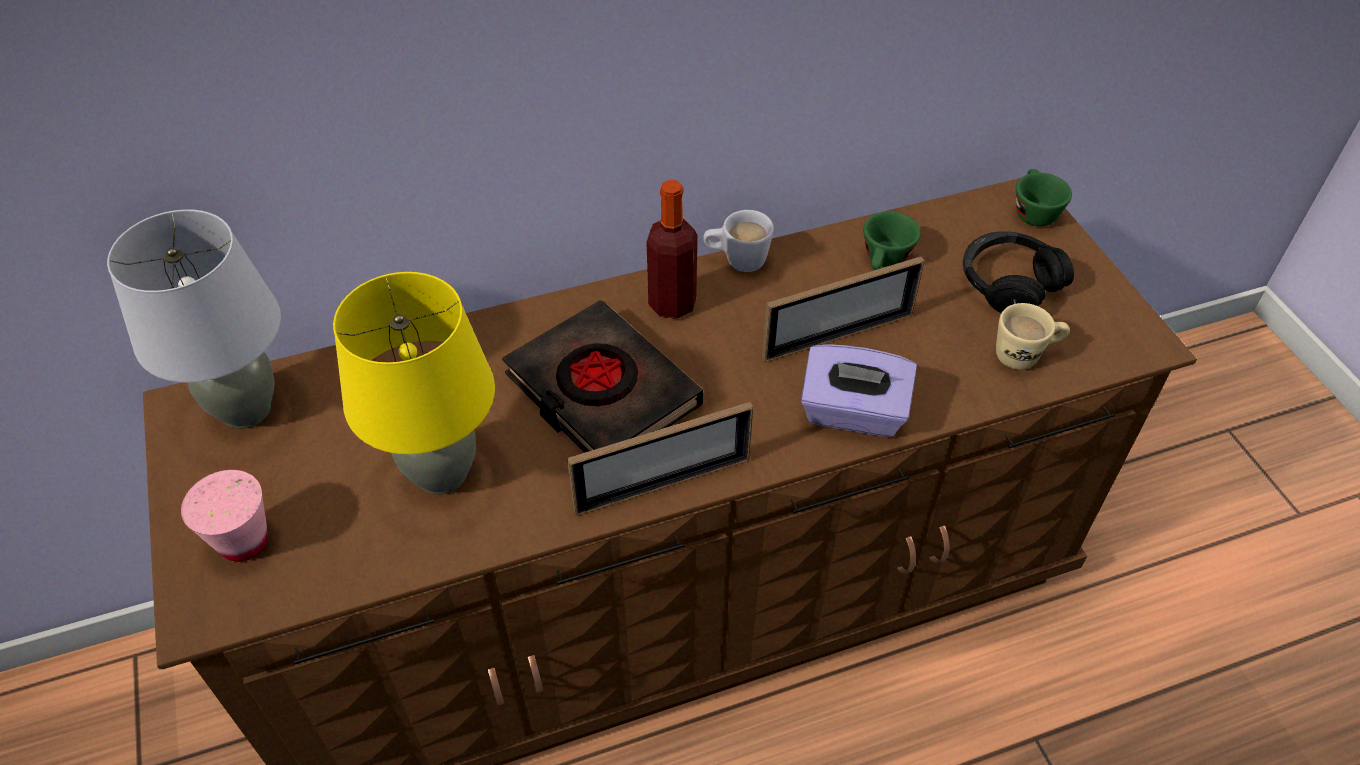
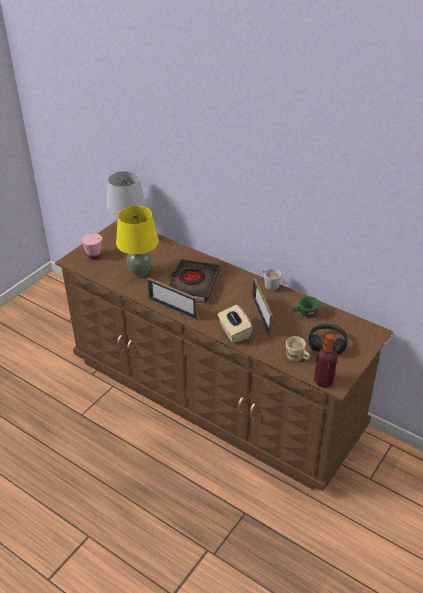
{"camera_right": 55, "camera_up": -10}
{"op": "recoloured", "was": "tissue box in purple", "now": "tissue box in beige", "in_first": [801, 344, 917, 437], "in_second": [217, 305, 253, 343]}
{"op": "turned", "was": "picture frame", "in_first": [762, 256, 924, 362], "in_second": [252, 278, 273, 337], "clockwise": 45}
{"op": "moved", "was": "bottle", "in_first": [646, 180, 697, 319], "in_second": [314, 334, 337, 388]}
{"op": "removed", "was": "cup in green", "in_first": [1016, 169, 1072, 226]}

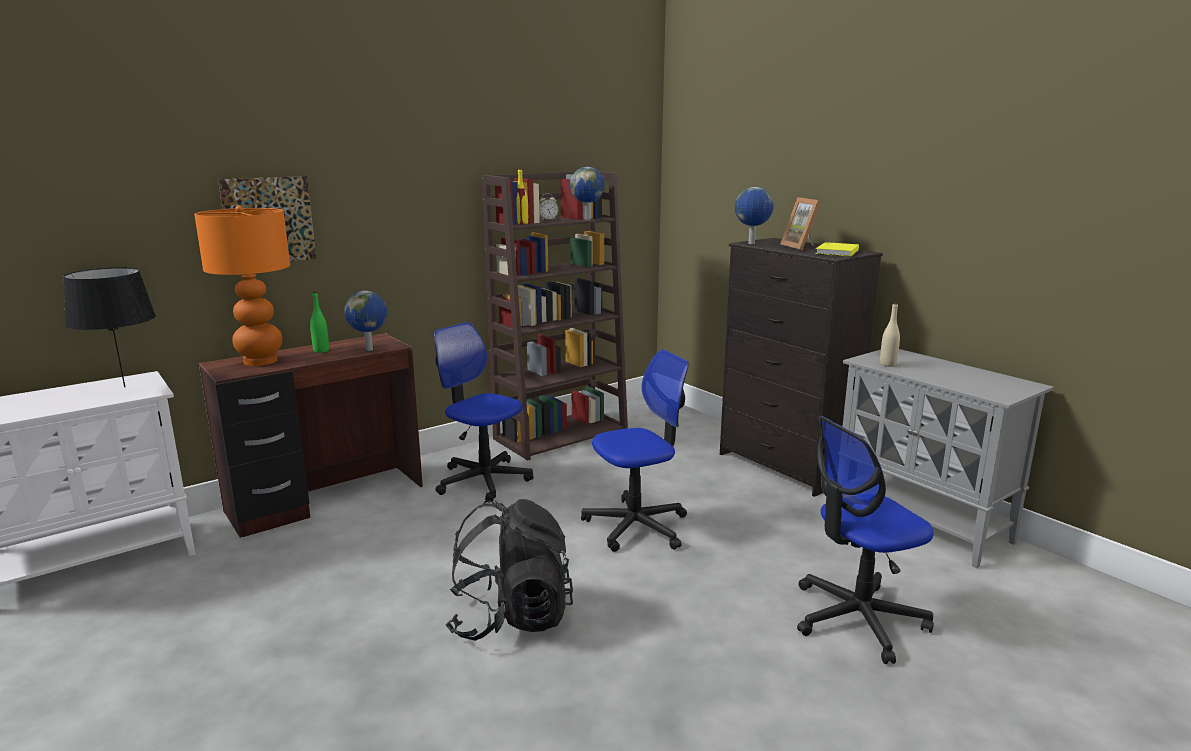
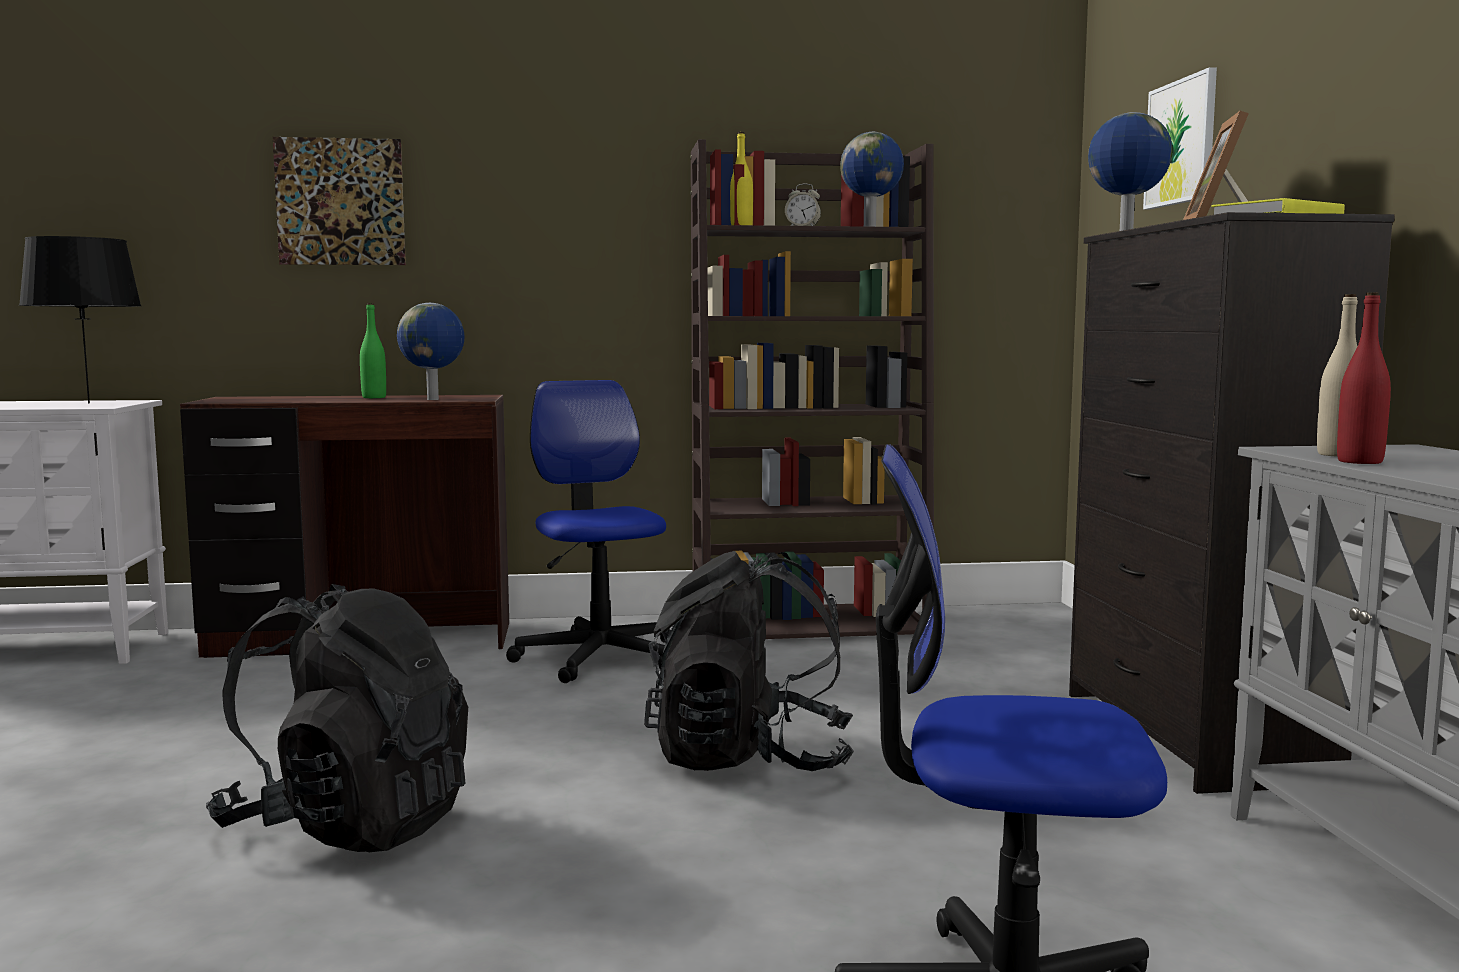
{"camera_right": 30, "camera_up": -10}
{"op": "replaced", "was": "office chair", "now": "backpack in black", "in_first": [581, 349, 689, 552], "in_second": [644, 551, 854, 771]}
{"op": "added", "now": "picture", "in_second": [1143, 67, 1217, 210]}
{"op": "added", "now": "bottle in red", "in_second": [1337, 292, 1391, 464]}
{"op": "removed", "was": "table lamp in orange", "in_first": [194, 206, 290, 366]}

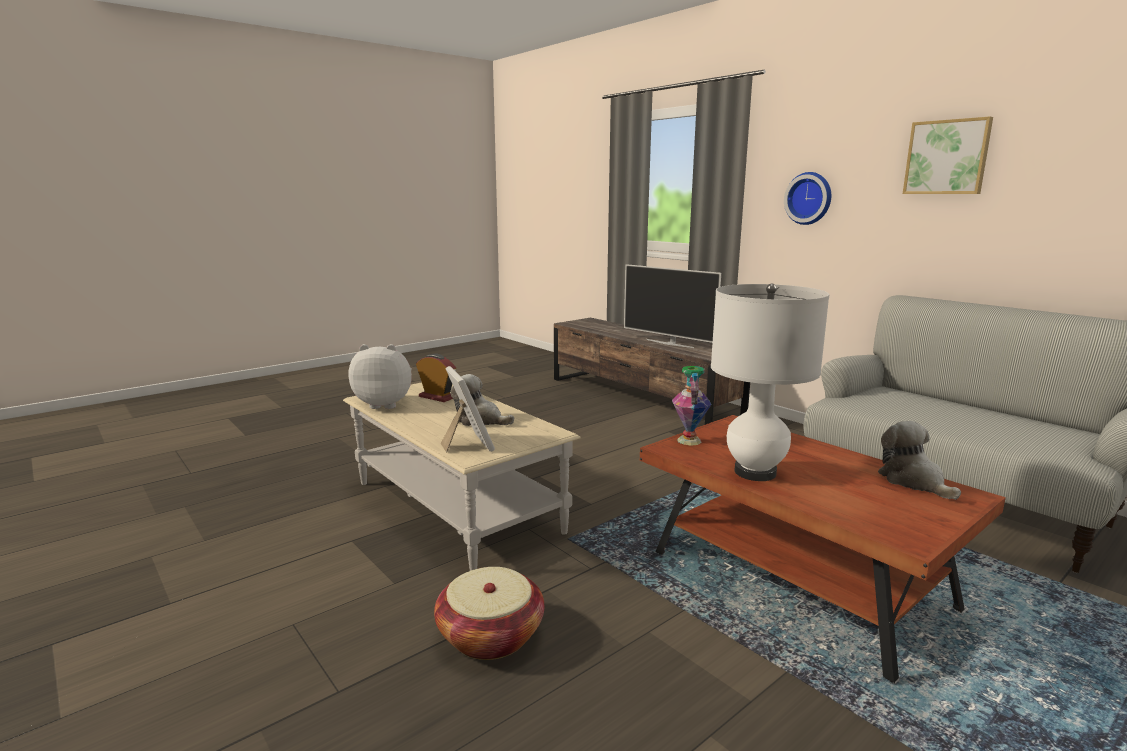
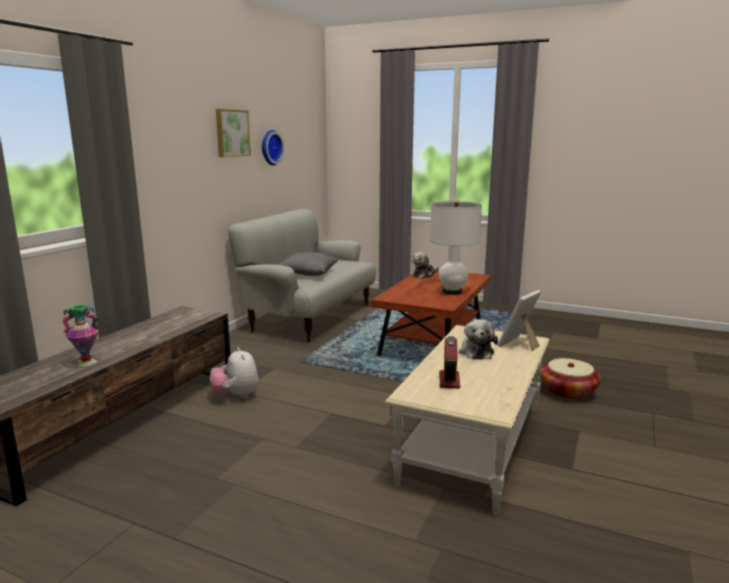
{"camera_right": -115, "camera_up": 0}
{"op": "moved", "was": "vase", "in_first": [672, 366, 711, 446], "in_second": [62, 305, 99, 367]}
{"op": "moved", "was": "plush toy", "in_first": [349, 344, 412, 409], "in_second": [210, 347, 259, 399]}
{"op": "moved", "was": "wall clock", "in_first": [784, 172, 831, 225], "in_second": [262, 130, 284, 166]}
{"op": "added", "now": "pillow in grey", "in_second": [278, 252, 338, 276]}
{"op": "removed", "was": "television", "in_first": [624, 264, 721, 348]}

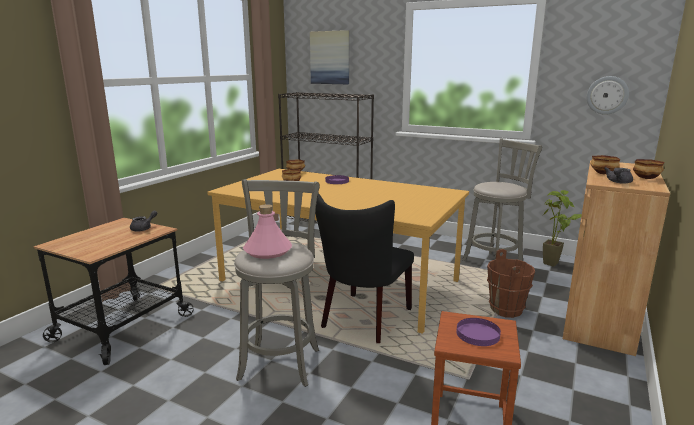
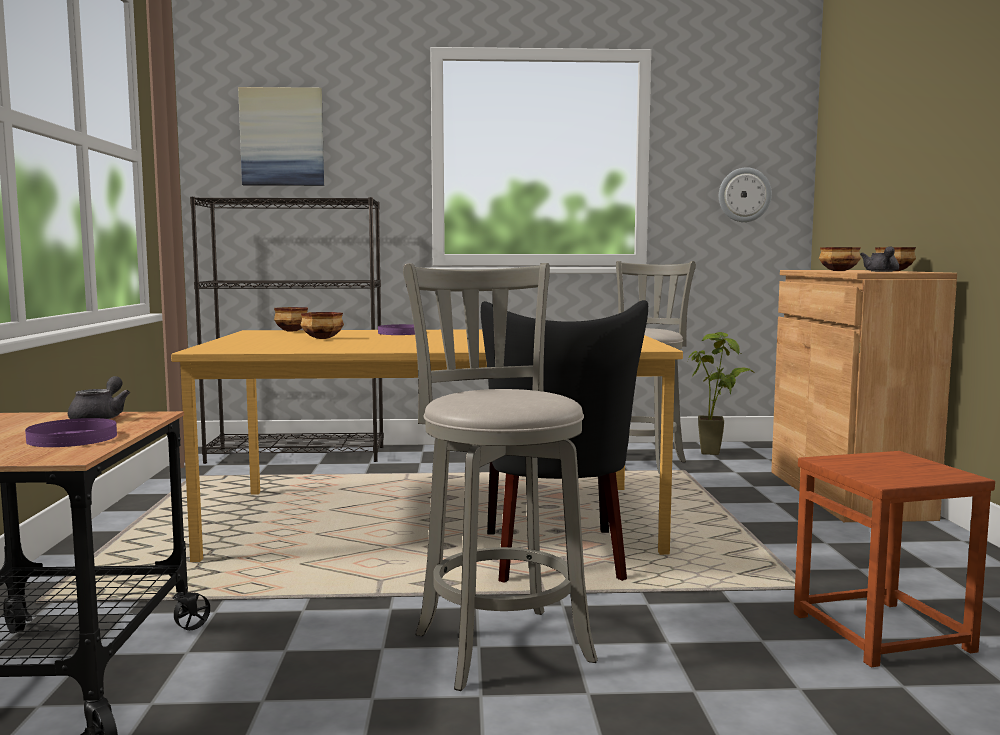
{"camera_right": -30, "camera_up": -10}
{"op": "moved", "was": "plate in purple", "in_first": [456, 318, 501, 346], "in_second": [25, 418, 117, 447]}
{"op": "removed", "was": "bottle in pink", "in_first": [243, 204, 292, 259]}
{"op": "removed", "was": "bucket in brown", "in_first": [487, 249, 535, 318]}

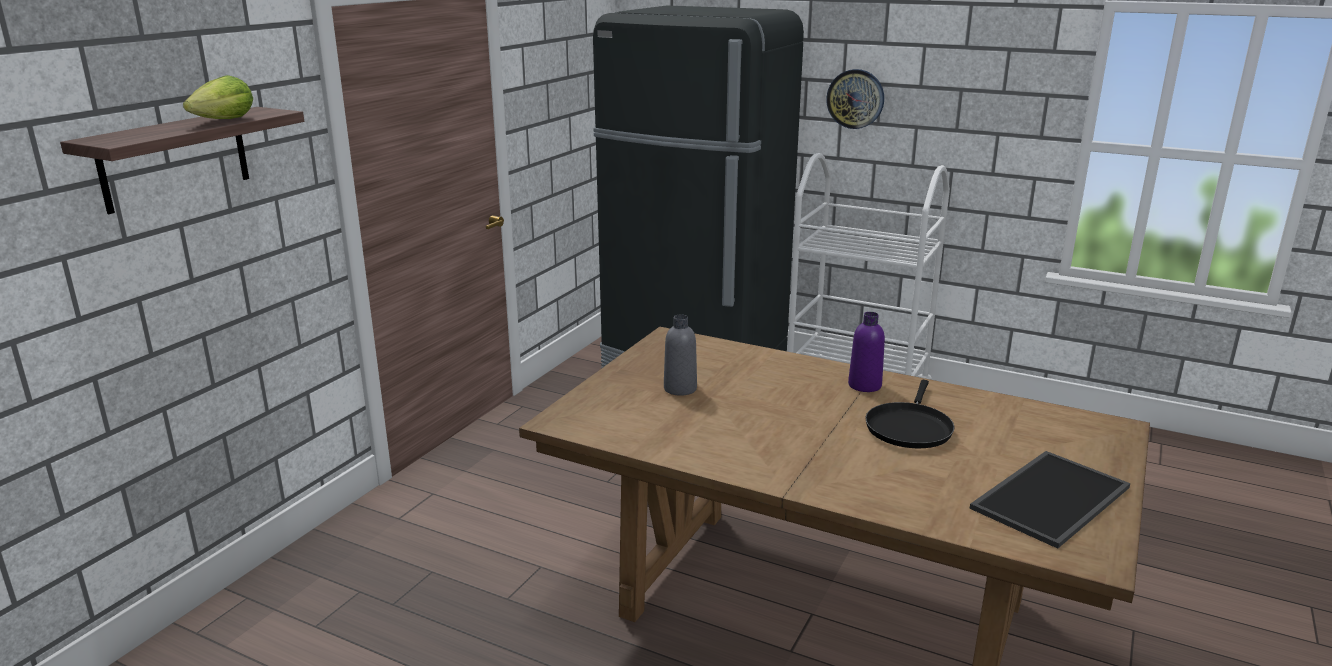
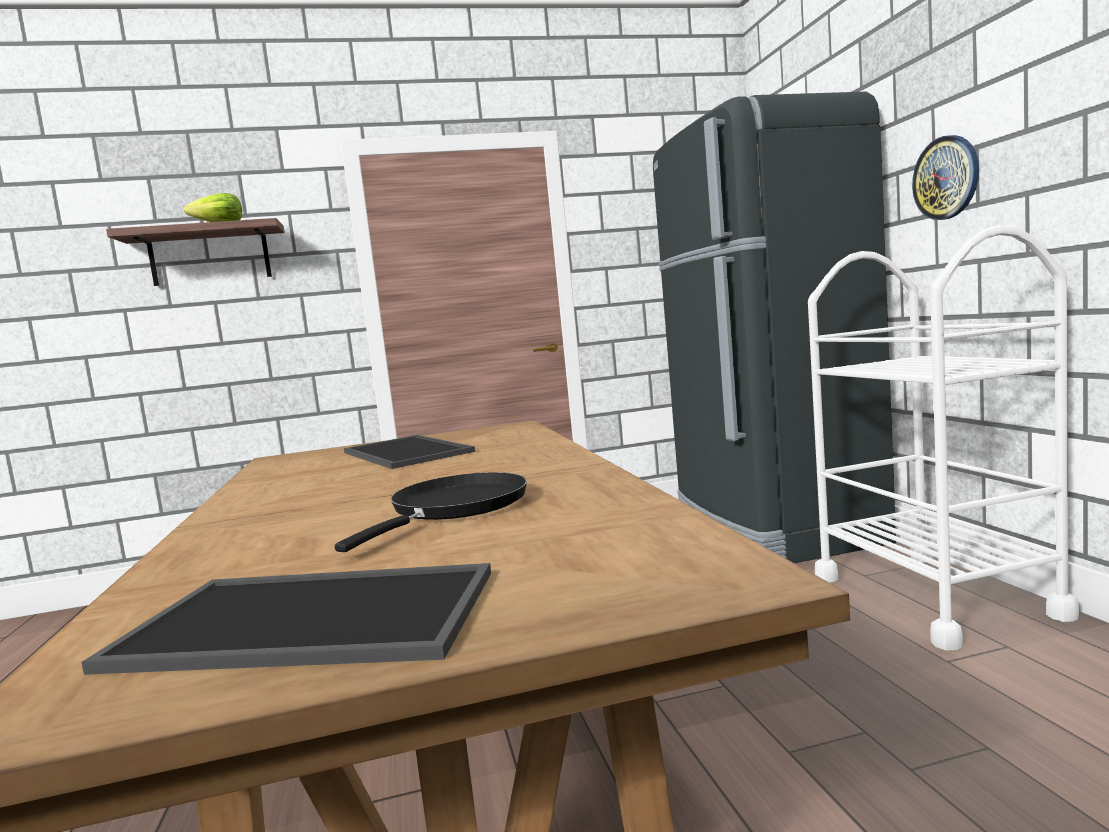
{"camera_right": 50, "camera_up": -15}
{"op": "turned", "was": "frying pan in black", "in_first": [865, 380, 954, 448], "in_second": [335, 472, 527, 552], "clockwise": 135}
{"op": "replaced", "was": "bottle in grey", "now": "tray", "in_first": [664, 314, 697, 396], "in_second": [344, 435, 475, 469]}
{"op": "removed", "was": "bottle in purple", "in_first": [848, 312, 885, 392]}

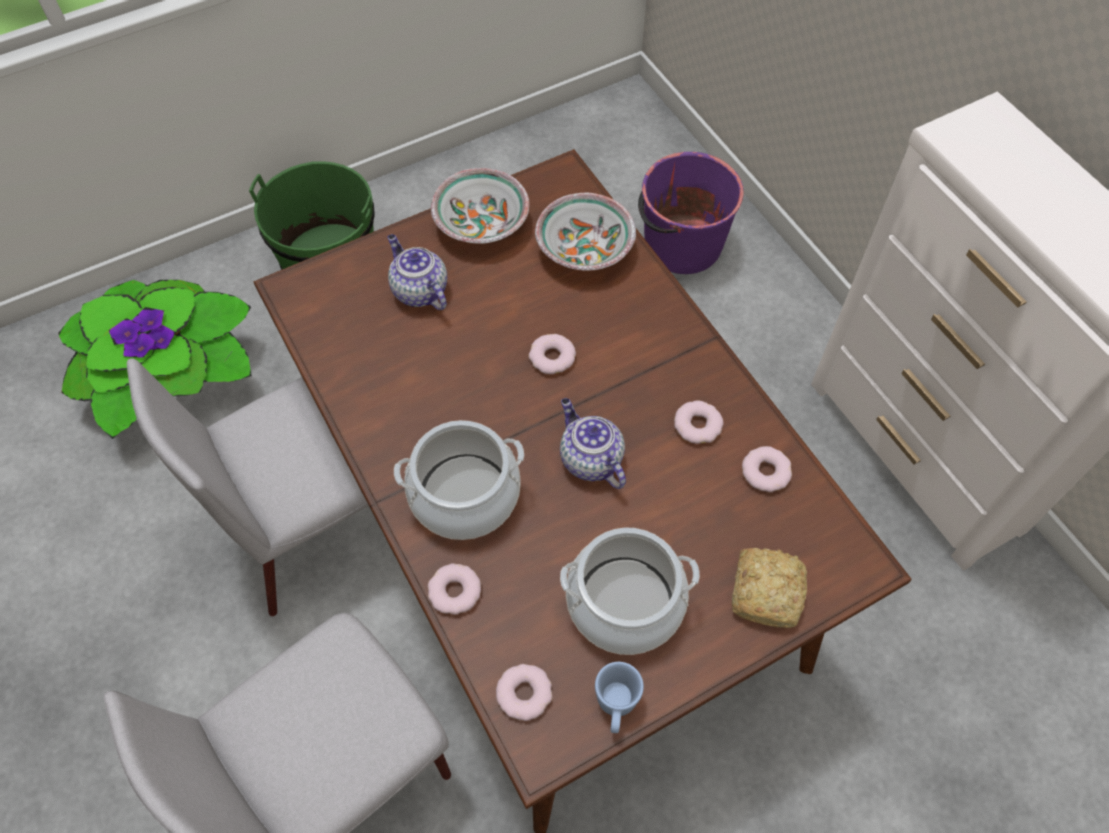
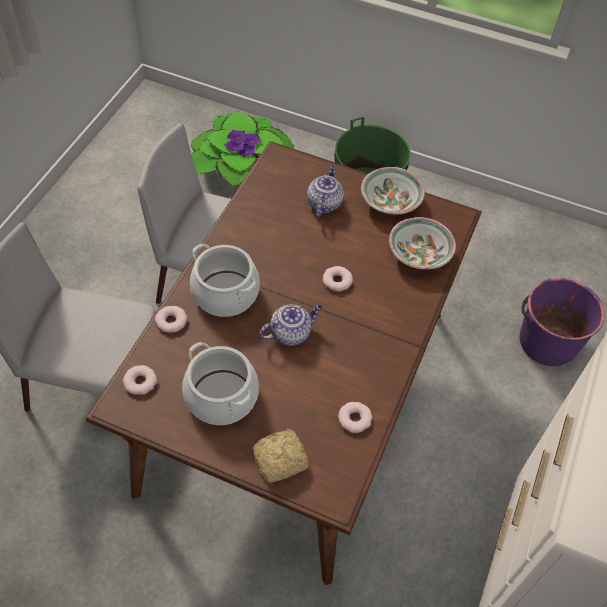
{"camera_right": 50, "camera_up": -5}
{"op": "turned", "was": "teapot", "in_first": [560, 398, 626, 489], "in_second": [259, 305, 323, 346], "clockwise": 45}
{"op": "removed", "was": "mug in blue", "in_first": [595, 662, 644, 733]}
{"op": "removed", "was": "donut", "in_first": [674, 401, 724, 444]}

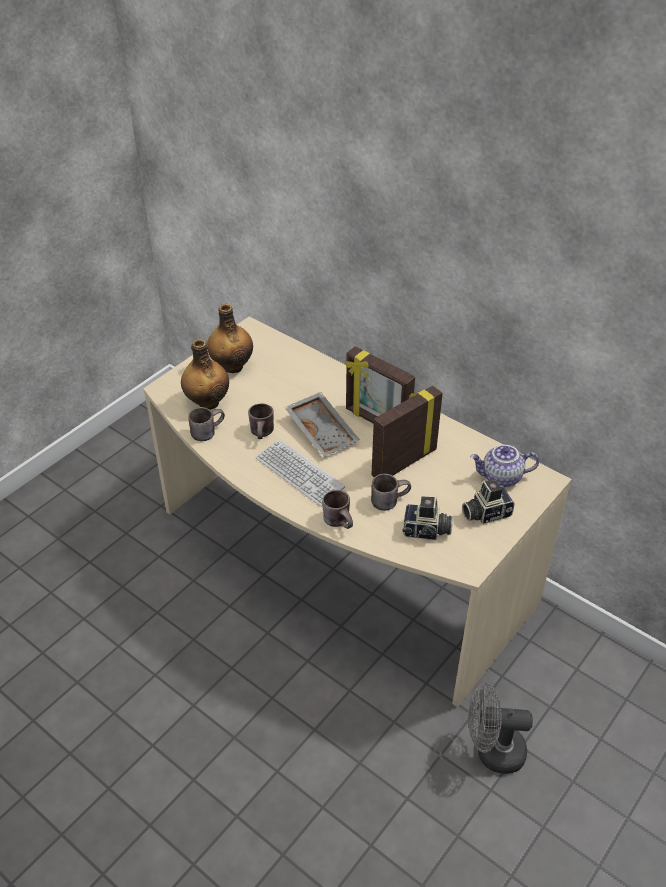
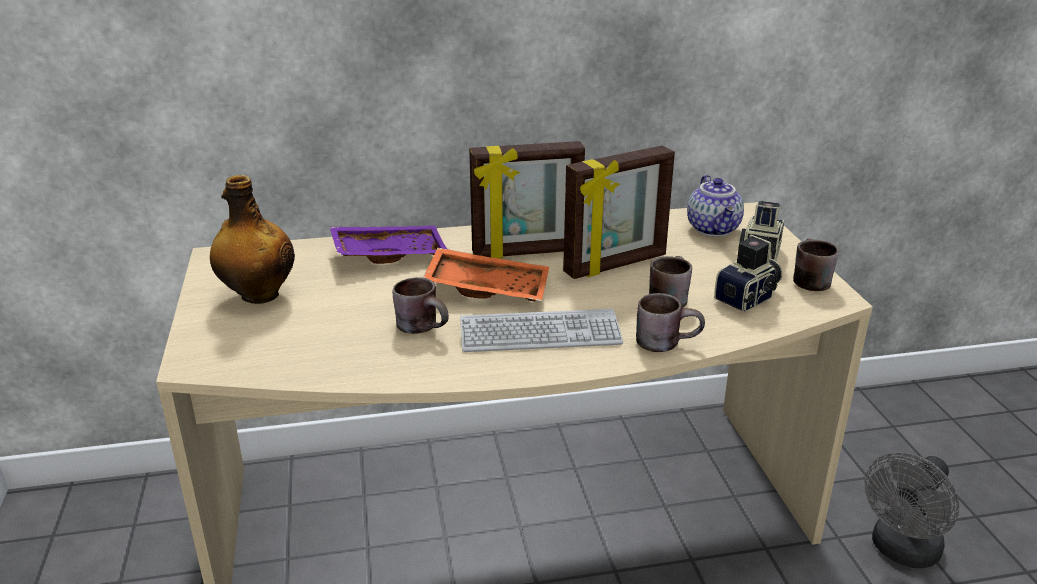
{"camera_right": -50, "camera_up": -15}
{"op": "added", "now": "tray in purple", "in_second": [330, 225, 447, 264]}
{"op": "recoloured", "was": "tray in grey", "now": "tray in orange", "in_first": [284, 392, 360, 457], "in_second": [423, 248, 549, 302]}
{"op": "turned", "was": "picture frame", "in_first": [372, 386, 443, 477], "in_second": [563, 146, 675, 279], "clockwise": -120}
{"op": "turned", "was": "teapot", "in_first": [470, 445, 539, 487], "in_second": [687, 175, 744, 237], "clockwise": -45}
{"op": "moved", "was": "mug in brown", "in_first": [188, 407, 225, 441], "in_second": [793, 239, 839, 291]}
{"op": "removed", "was": "bottle", "in_first": [181, 339, 229, 410]}

